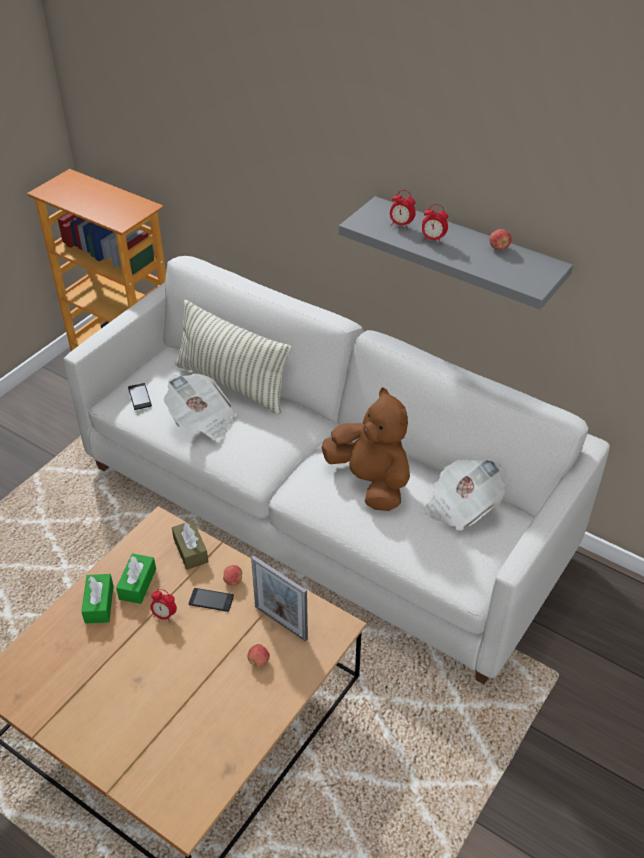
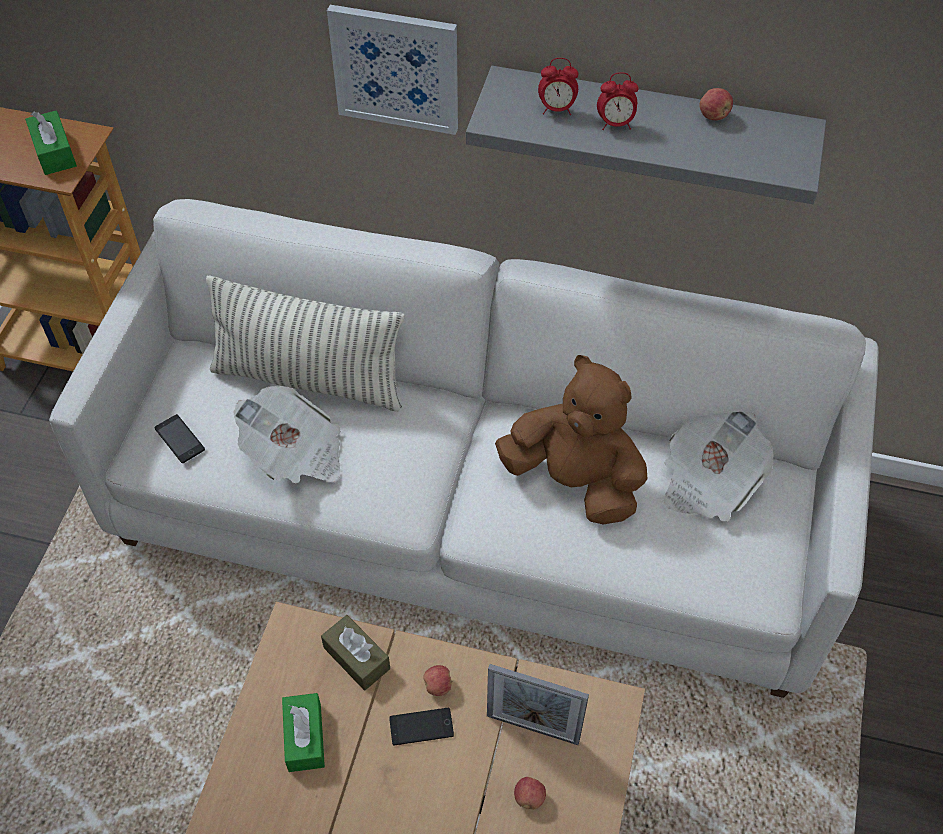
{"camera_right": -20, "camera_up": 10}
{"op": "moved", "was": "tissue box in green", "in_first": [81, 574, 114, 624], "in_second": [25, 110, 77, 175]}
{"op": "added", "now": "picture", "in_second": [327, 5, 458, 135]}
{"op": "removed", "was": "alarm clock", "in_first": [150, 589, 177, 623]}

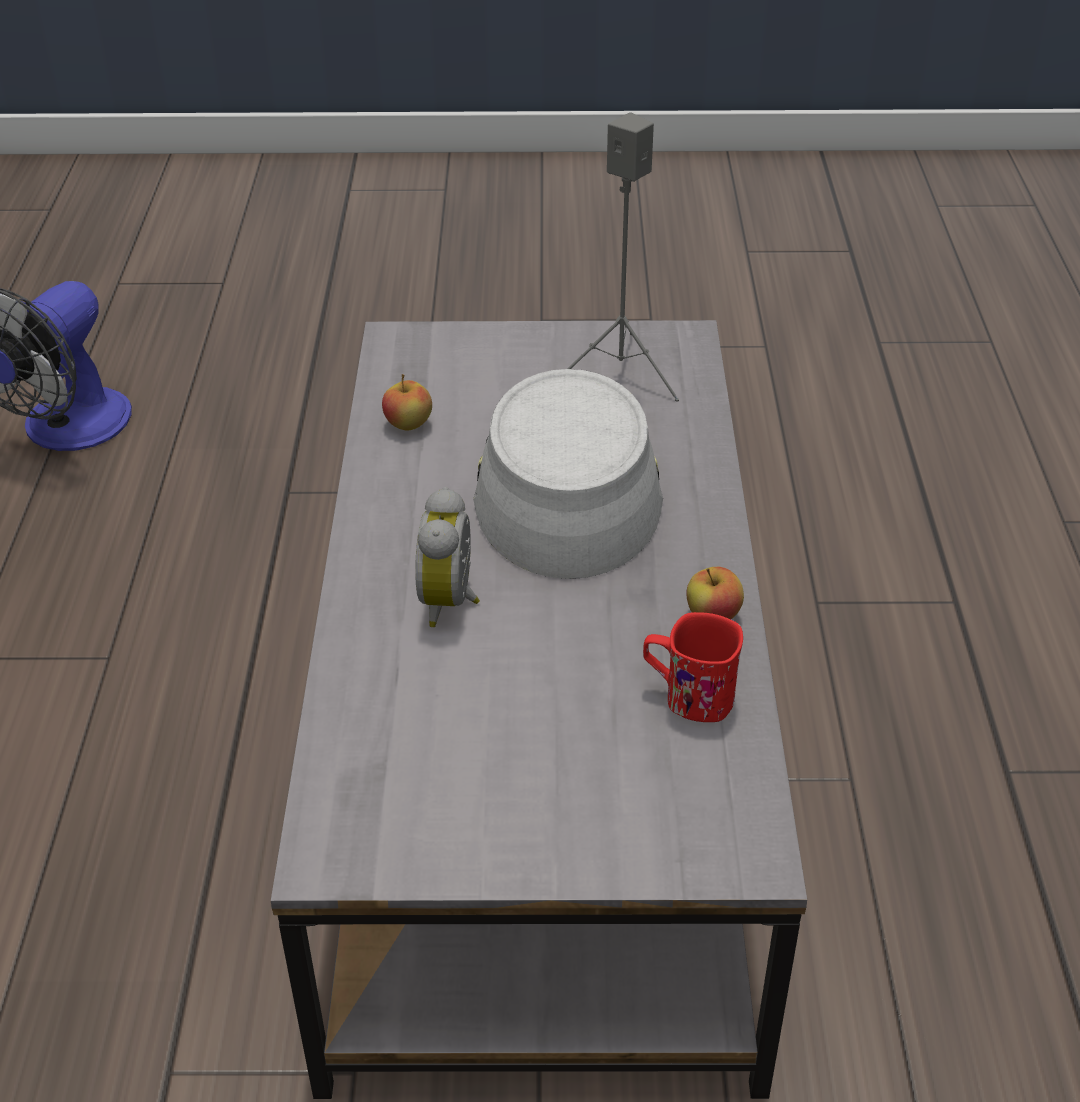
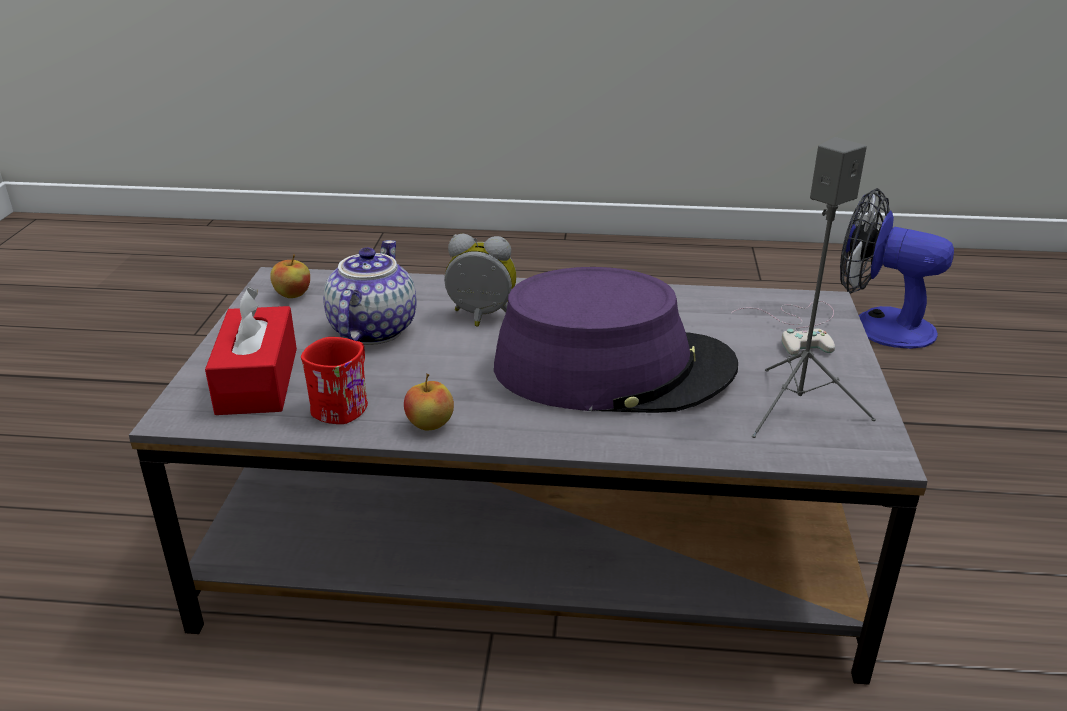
{"camera_right": 95, "camera_up": -10}
{"op": "added", "now": "tissue box in red", "in_second": [205, 287, 297, 415]}
{"op": "moved", "was": "apple", "in_first": [382, 374, 432, 431], "in_second": [270, 254, 310, 298]}
{"op": "added", "now": "teapot", "in_second": [323, 240, 417, 345]}
{"op": "recoloured", "was": "hat in grey", "now": "hat in purple", "in_first": [473, 369, 663, 579], "in_second": [494, 267, 738, 413]}
{"op": "added", "now": "game controller in white", "in_second": [731, 301, 835, 356]}

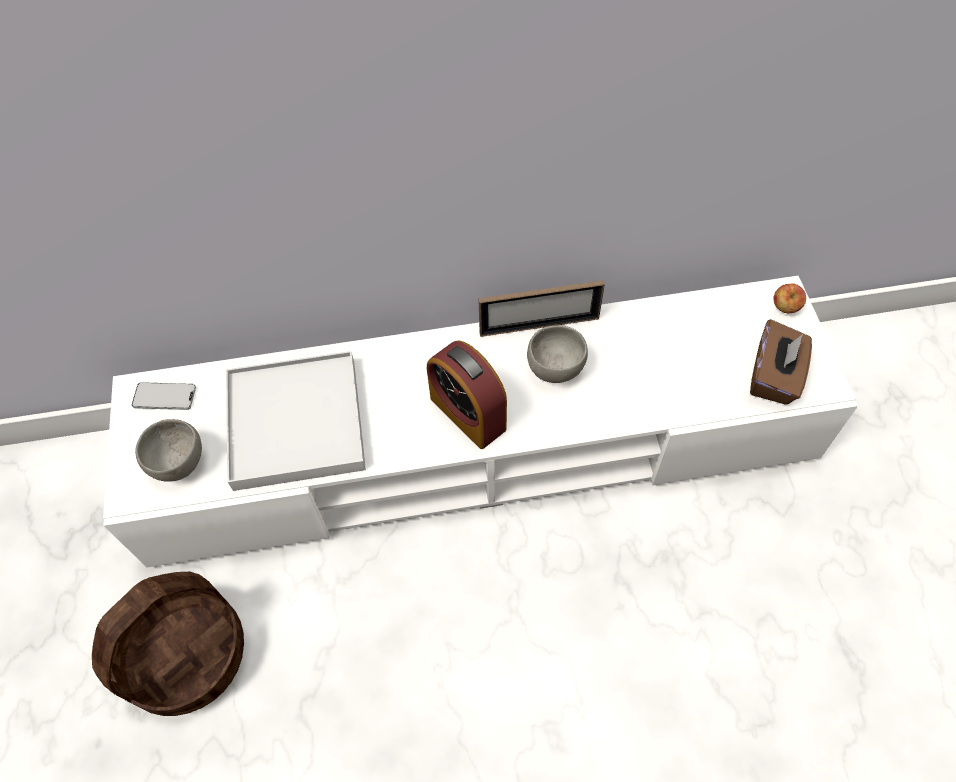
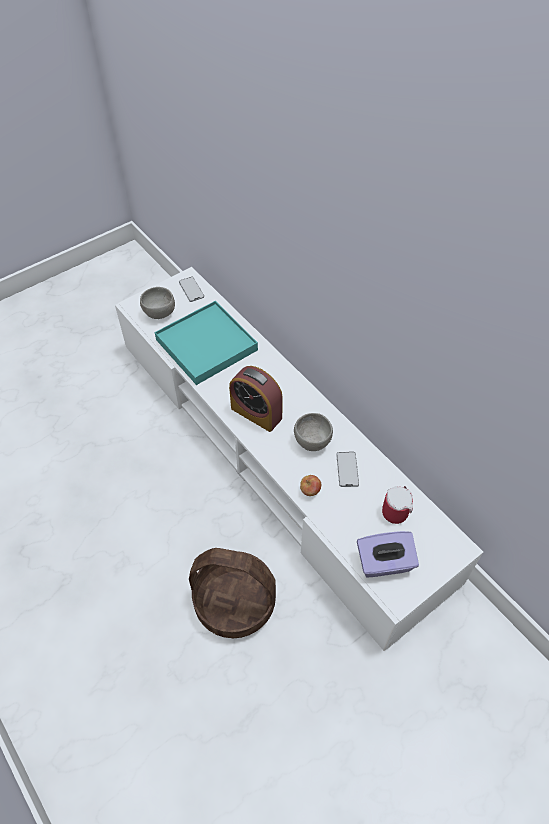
{"camera_right": 60, "camera_up": -5}
{"op": "recoloured", "was": "tray in white", "now": "tray in turquoise", "in_first": [226, 351, 366, 491], "in_second": [155, 301, 258, 385]}
{"op": "moved", "was": "basket", "in_first": [92, 572, 244, 716], "in_second": [189, 548, 276, 638]}
{"op": "turned", "was": "alarm clock", "in_first": [427, 340, 507, 449], "in_second": [229, 366, 283, 432], "clockwise": -75}
{"op": "moved", "was": "apple", "in_first": [773, 283, 806, 313], "in_second": [300, 475, 321, 496]}
{"op": "added", "now": "phone", "in_second": [336, 452, 359, 487]}
{"op": "recoloured", "was": "tissue box in brown", "now": "tissue box in purple", "in_first": [750, 319, 812, 404], "in_second": [357, 531, 419, 577]}
{"op": "added", "now": "mug", "in_second": [382, 486, 413, 524]}
{"op": "removed", "was": "picture frame", "in_first": [478, 280, 605, 337]}

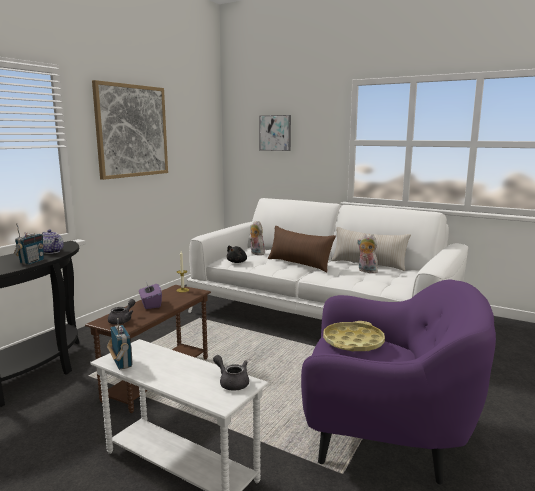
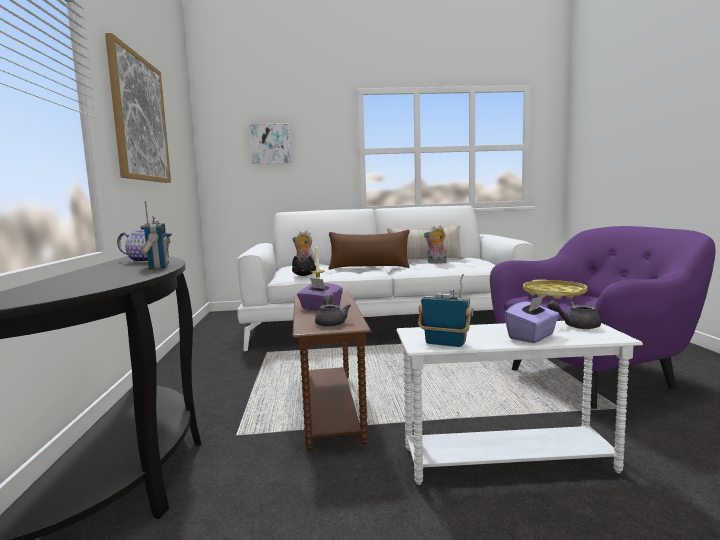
{"camera_right": -35, "camera_up": -5}
{"op": "added", "now": "tissue box in purple", "in_second": [505, 295, 559, 343]}

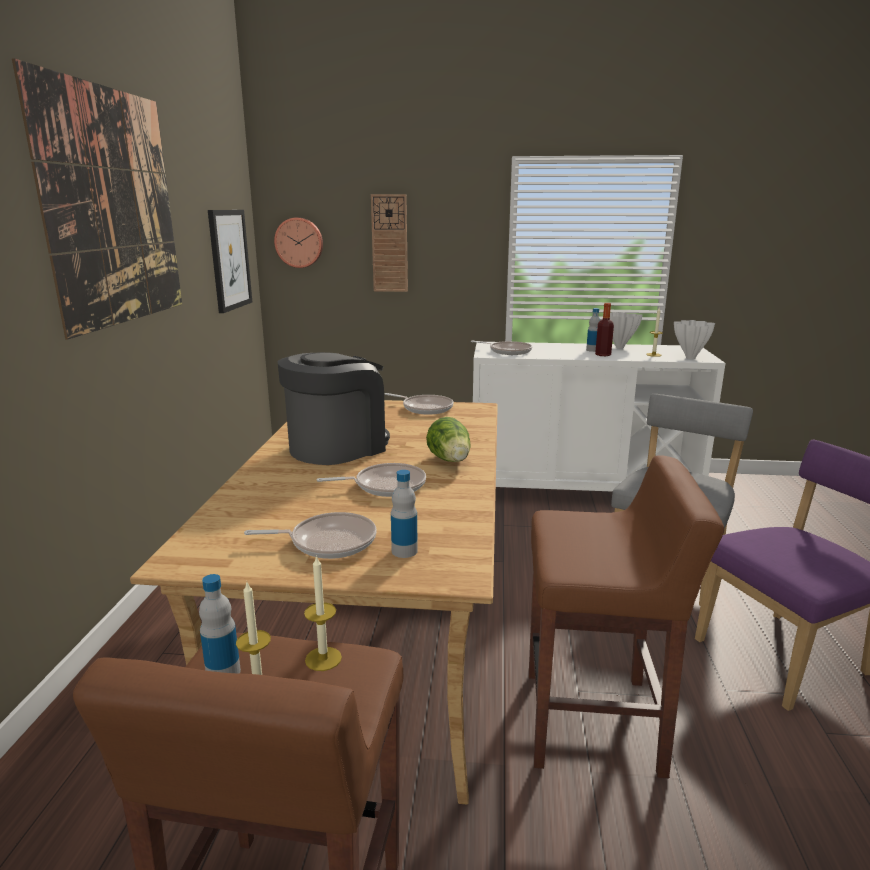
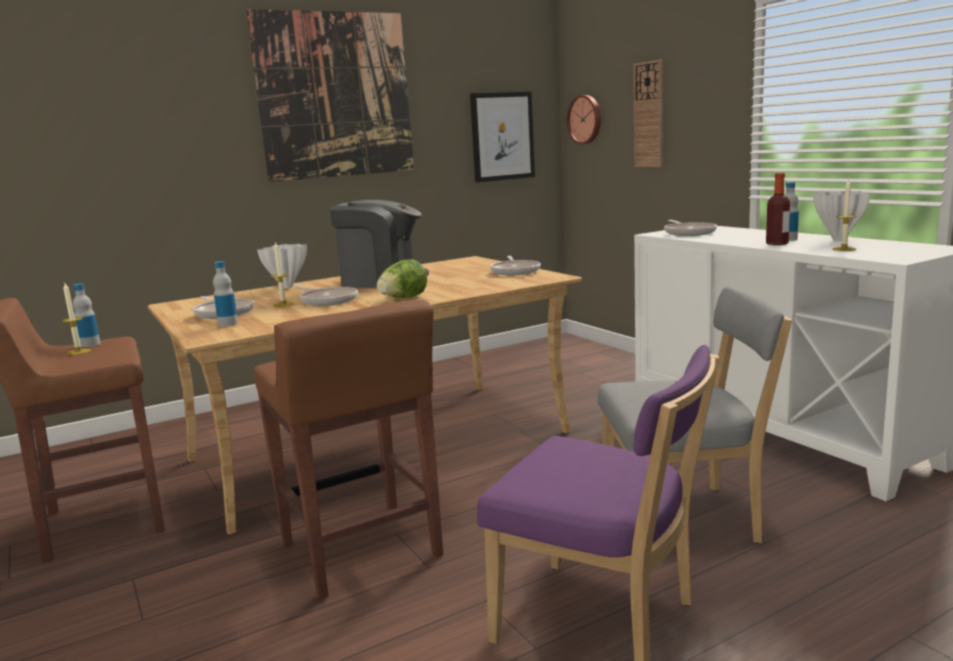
{"camera_right": 55, "camera_up": -5}
{"op": "moved", "was": "vase in white", "in_first": [674, 320, 715, 359], "in_second": [257, 244, 307, 289]}
{"op": "moved", "was": "candle", "in_first": [304, 555, 342, 671], "in_second": [271, 241, 293, 307]}

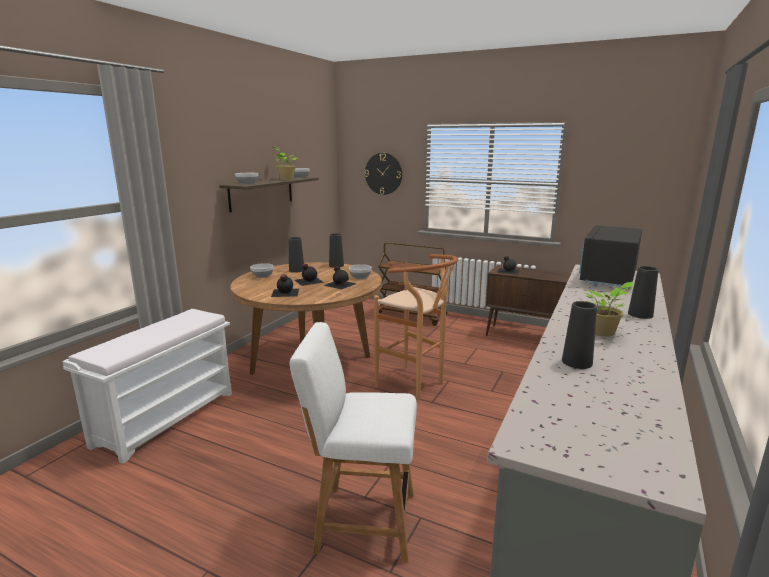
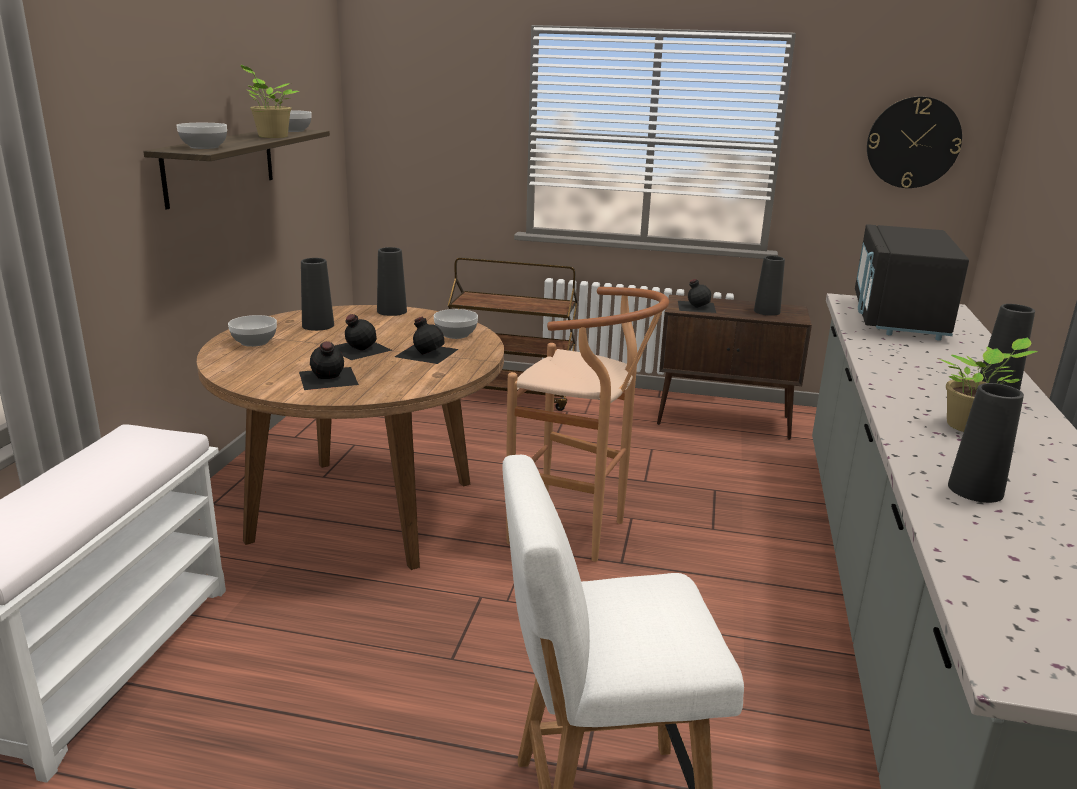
{"camera_right": -15, "camera_up": 5}
{"op": "added", "now": "vase in black", "in_second": [754, 256, 785, 316]}
{"op": "moved", "was": "wall clock", "in_first": [365, 153, 402, 195], "in_second": [867, 97, 962, 188]}

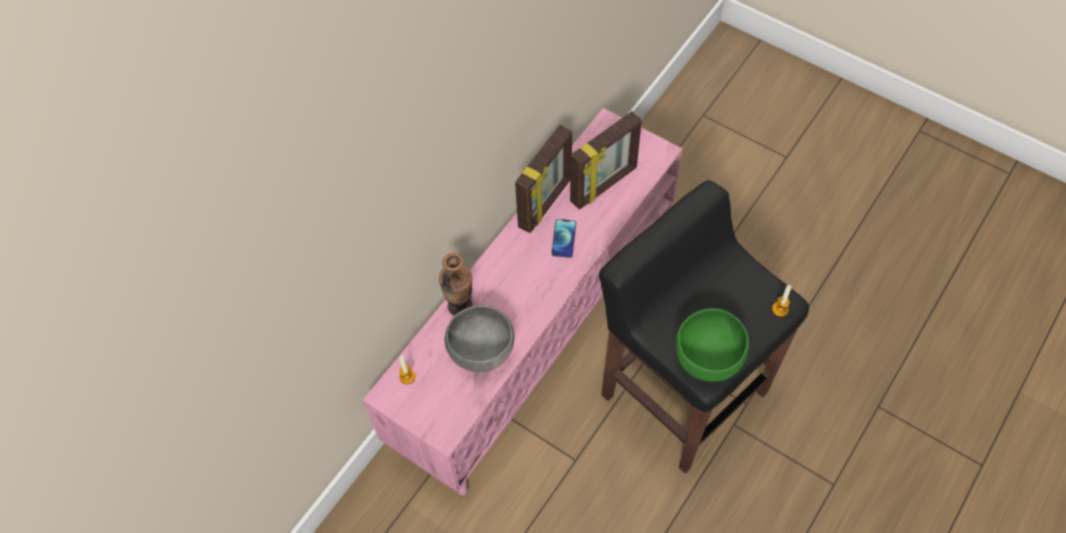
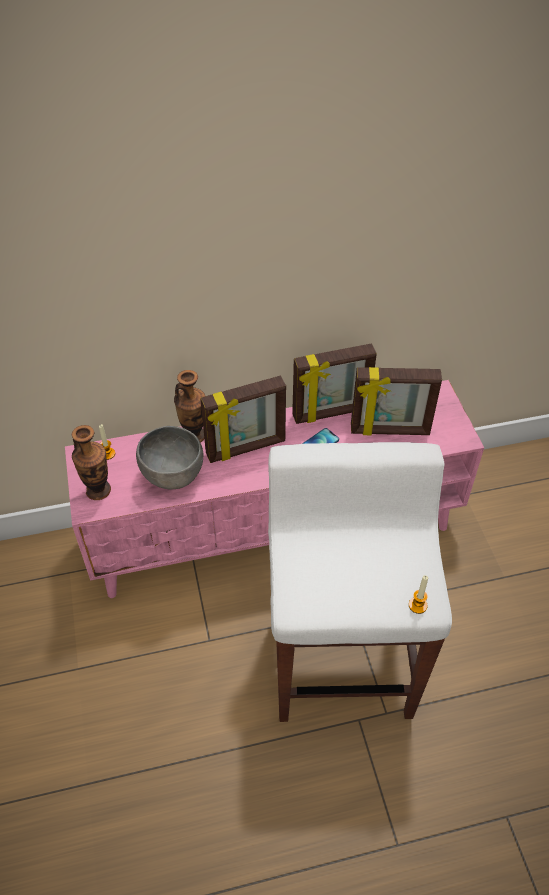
{"camera_right": 40, "camera_up": -10}
{"op": "added", "now": "vase", "in_second": [72, 425, 111, 500]}
{"op": "added", "now": "picture frame", "in_second": [200, 376, 286, 463]}
{"op": "recoloured", "was": "stool in black", "now": "stool in white", "in_first": [599, 180, 809, 473], "in_second": [268, 442, 452, 722]}
{"op": "removed", "was": "bowl in green", "in_first": [675, 308, 749, 382]}

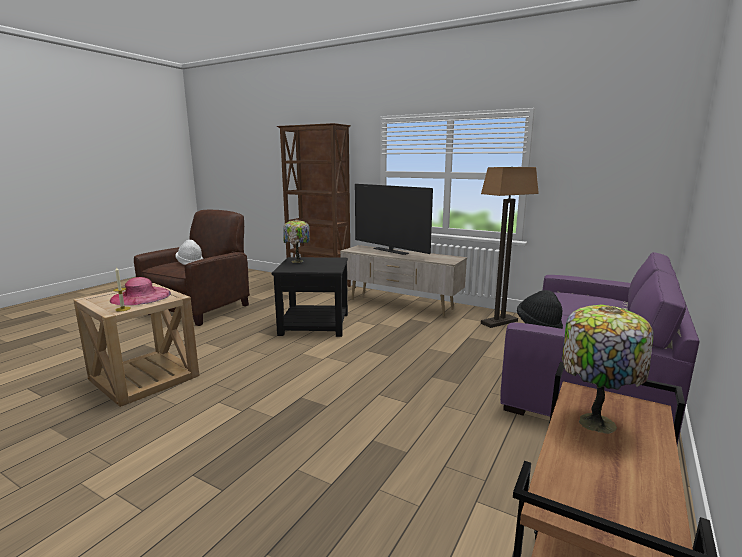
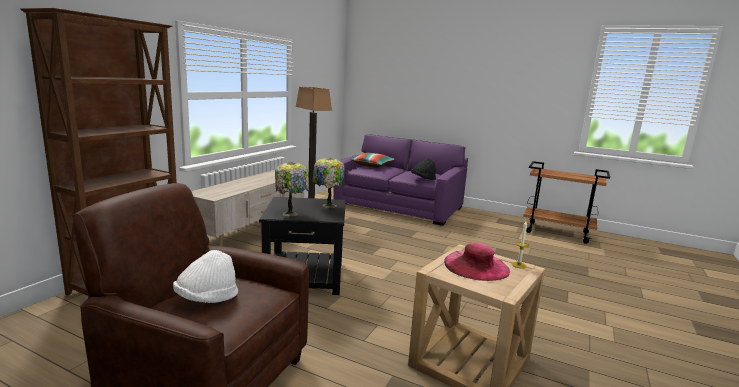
{"camera_right": -95, "camera_up": 0}
{"op": "moved", "was": "table lamp", "in_first": [562, 304, 653, 434], "in_second": [313, 158, 345, 208]}
{"op": "added", "now": "pillow", "in_second": [351, 153, 395, 168]}
{"op": "removed", "was": "television", "in_first": [355, 184, 433, 255]}

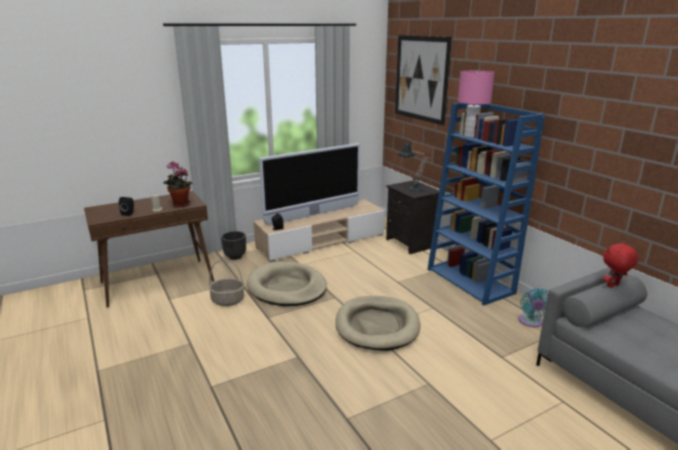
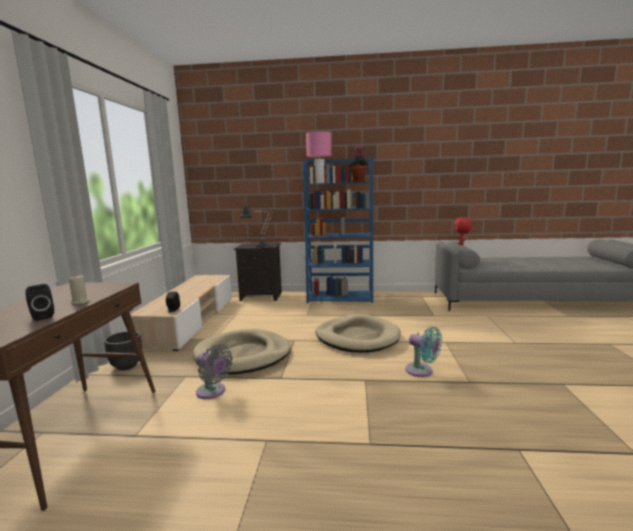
{"camera_right": -55, "camera_up": -10}
{"op": "replaced", "was": "basket", "now": "fan in grey", "in_first": [208, 260, 244, 306], "in_second": [196, 344, 233, 399]}
{"op": "moved", "was": "potted plant", "in_first": [164, 162, 192, 207], "in_second": [349, 145, 369, 182]}
{"op": "moved", "was": "fan in turquoise", "in_first": [519, 288, 549, 327], "in_second": [406, 327, 442, 377]}
{"op": "removed", "was": "television", "in_first": [259, 143, 360, 225]}
{"op": "removed", "was": "picture", "in_first": [395, 35, 452, 126]}

